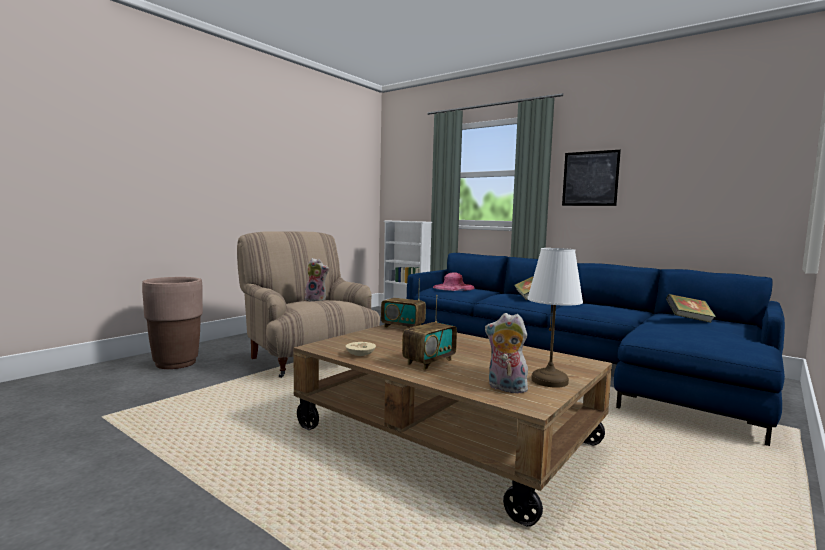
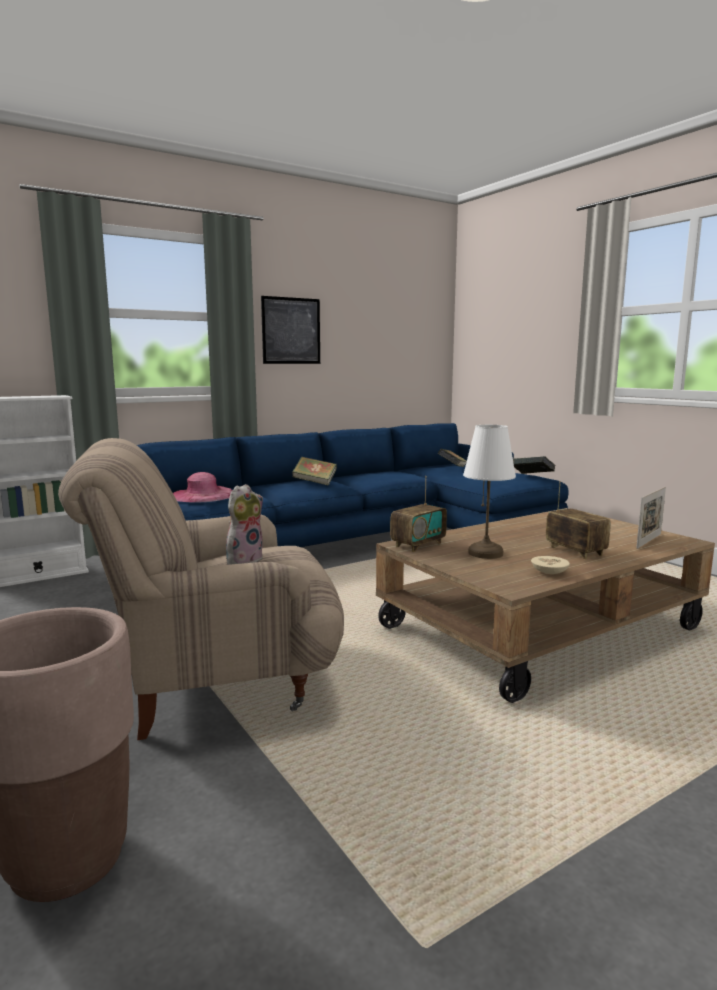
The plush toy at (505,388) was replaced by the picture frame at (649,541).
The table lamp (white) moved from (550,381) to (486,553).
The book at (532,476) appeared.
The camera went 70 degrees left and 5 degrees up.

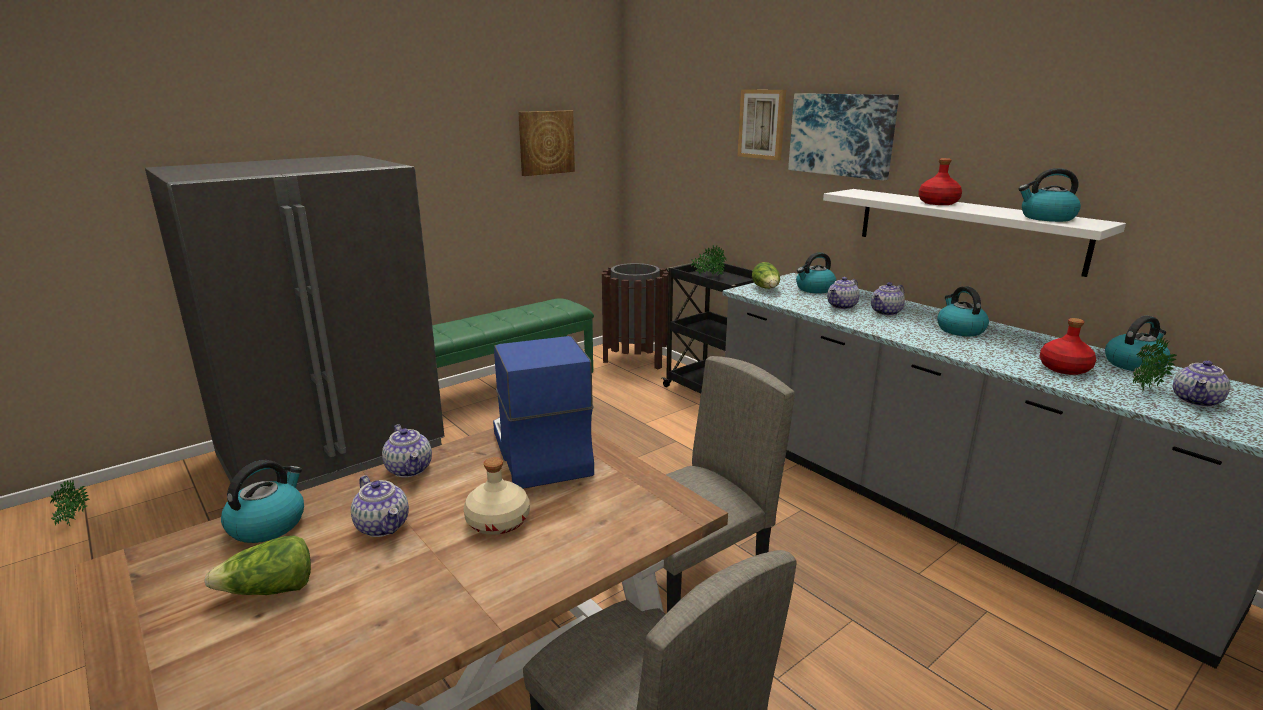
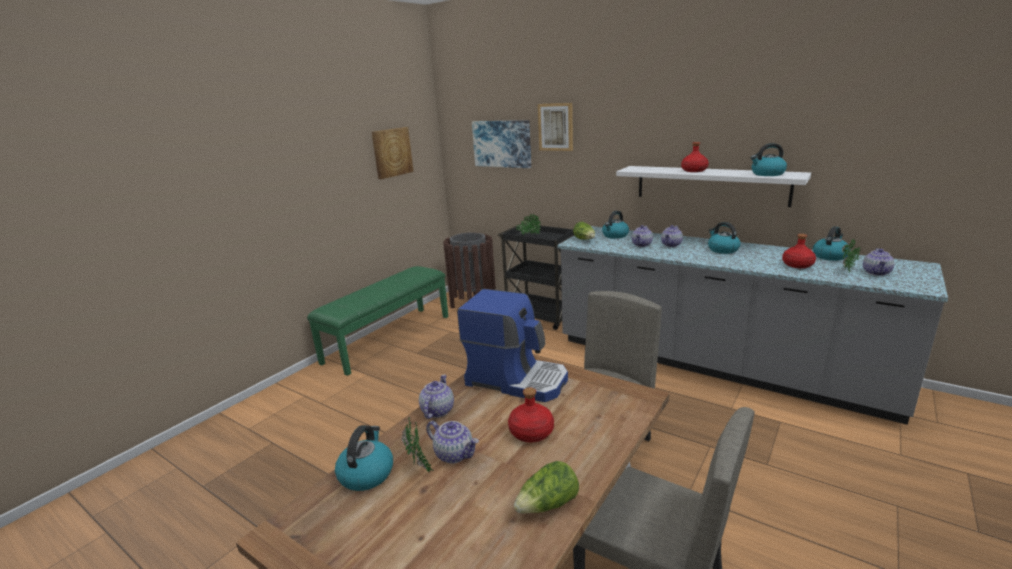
The potted plant moved from (72,521) to (419,467).
The fridge (grey) at (332,453) disappeared.
The lettuce moved from (269,591) to (548,505).
The teapot at (410,469) turned 120 degrees counterclockwise.
The bottle (beige) at (498,522) became the bottle (red) at (532,432).
The coffee machine at (538,452) turned 150 degrees clockwise.
The picture moved from (842,134) to (502,143).
The camera went 15 degrees left and 0 degrees up.

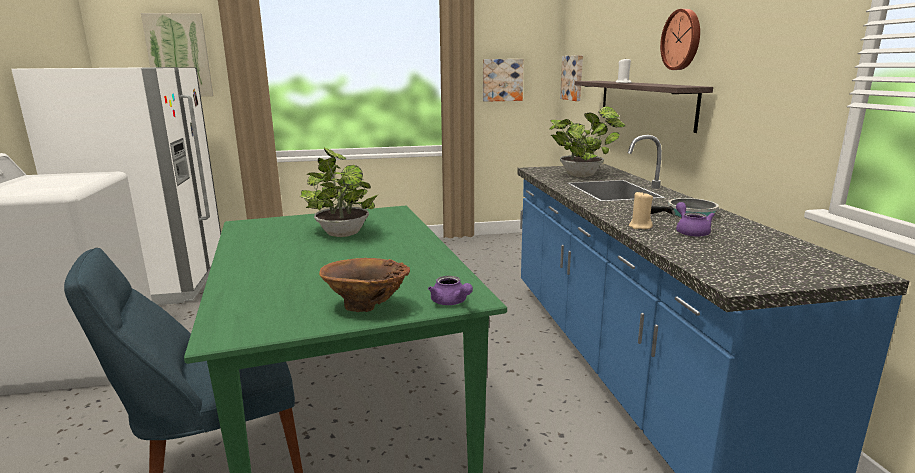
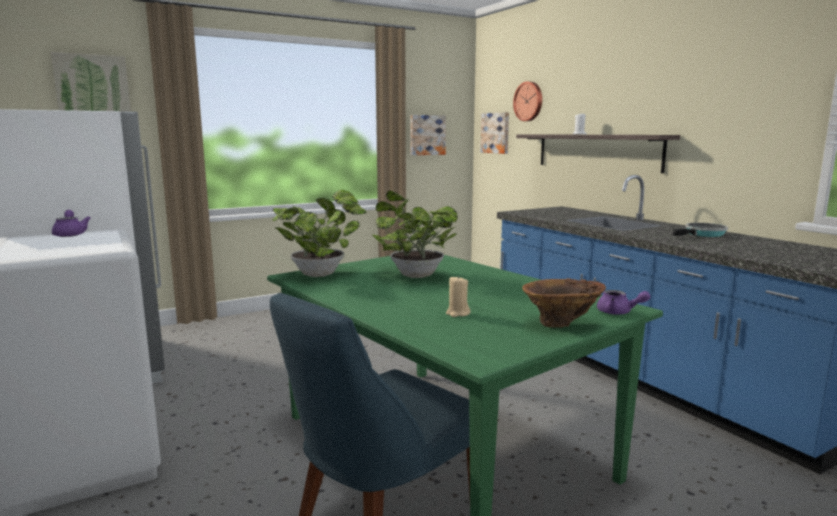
The potted plant moved from (583,175) to (322,273).
The candle (beige) moved from (640,226) to (457,313).
The wall clock moved from (682,40) to (529,101).
The teapot (purple) moved from (690,232) to (70,234).
The camera went 20 degrees left and 5 degrees down.

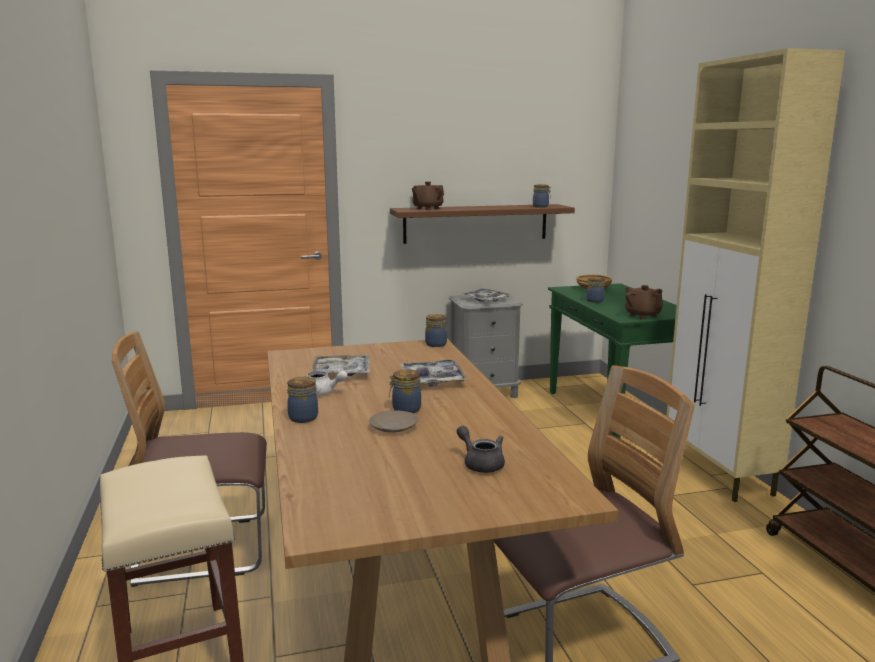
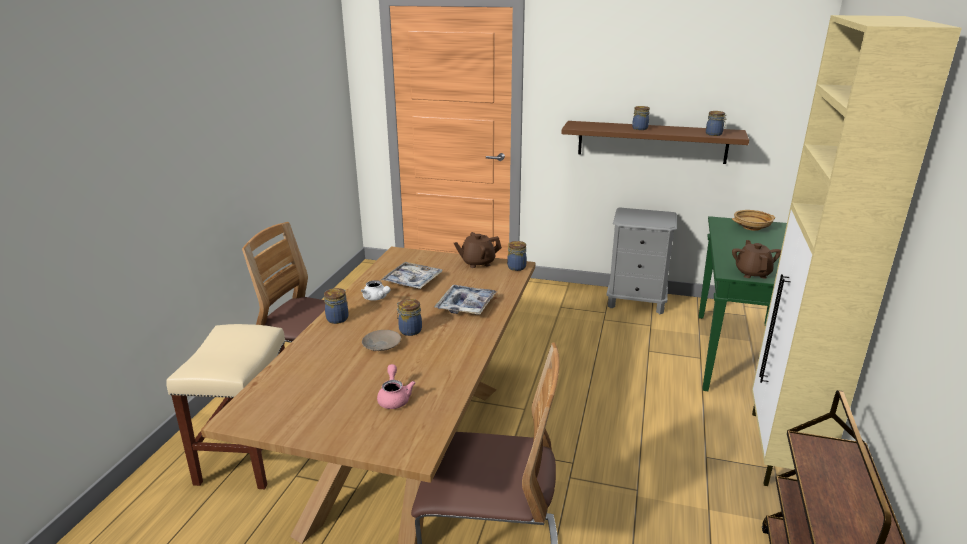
The teapot (brown) moved from (427,209) to (477,262).
The teapot (grey) at (481,463) became the teapot (pink) at (394,398).
The tray at (485,300) disappeared.
The jar moved from (594,300) to (640,128).
The camera went 30 degrees right and 10 degrees up.

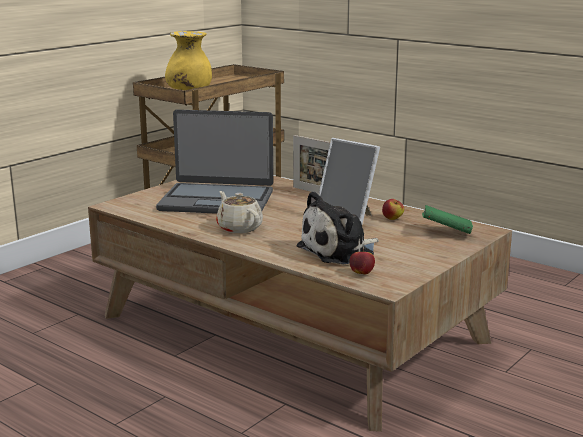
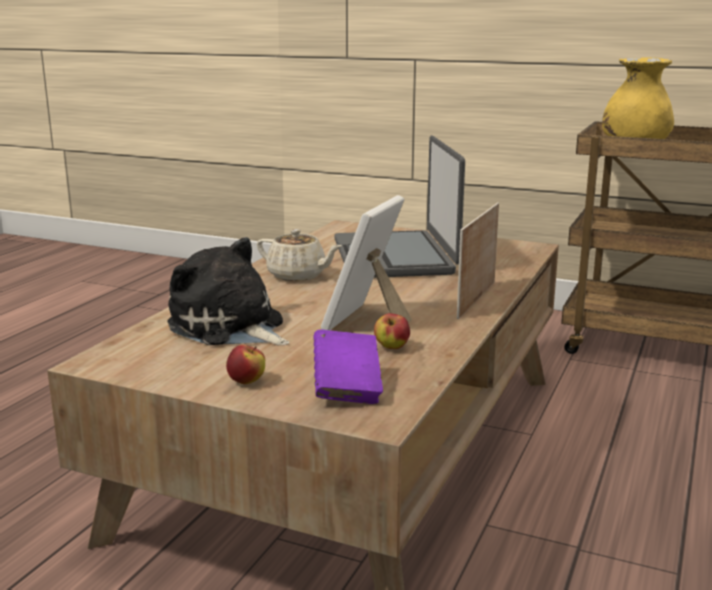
The teapot (beige) at (239,228) turned 75 degrees clockwise.
The apple moved from (361,273) to (247,381).
The book (green) at (446,232) became the book (purple) at (347,388).
The camera went 75 degrees right and 0 degrees up.

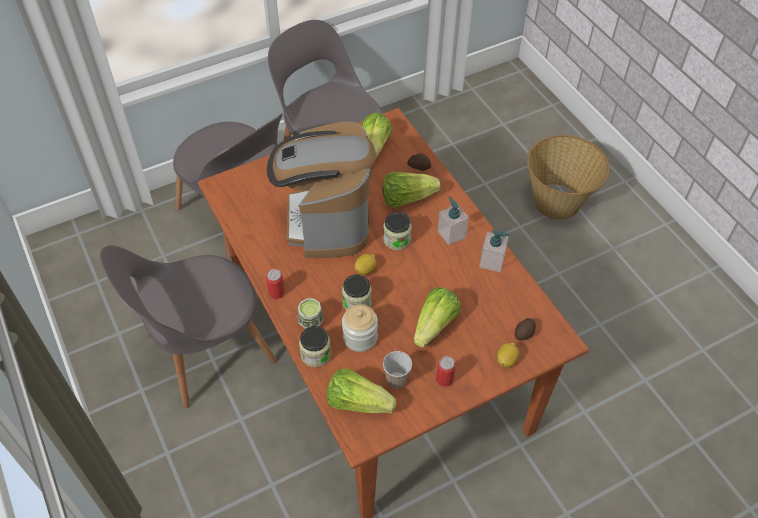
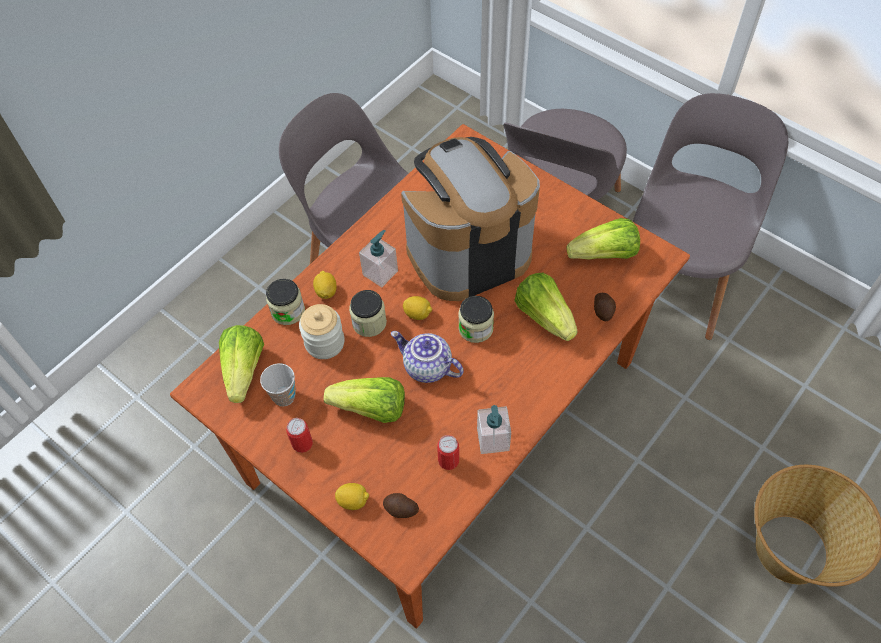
The can moved from (276,292) to (448,460).
The cup at (311,322) was replaced by the lemon at (326,291).
The soap dispenser moved from (451,234) to (380,273).
The teapot at (426,368) appeared.
The camera went 70 degrees right and 5 degrees up.

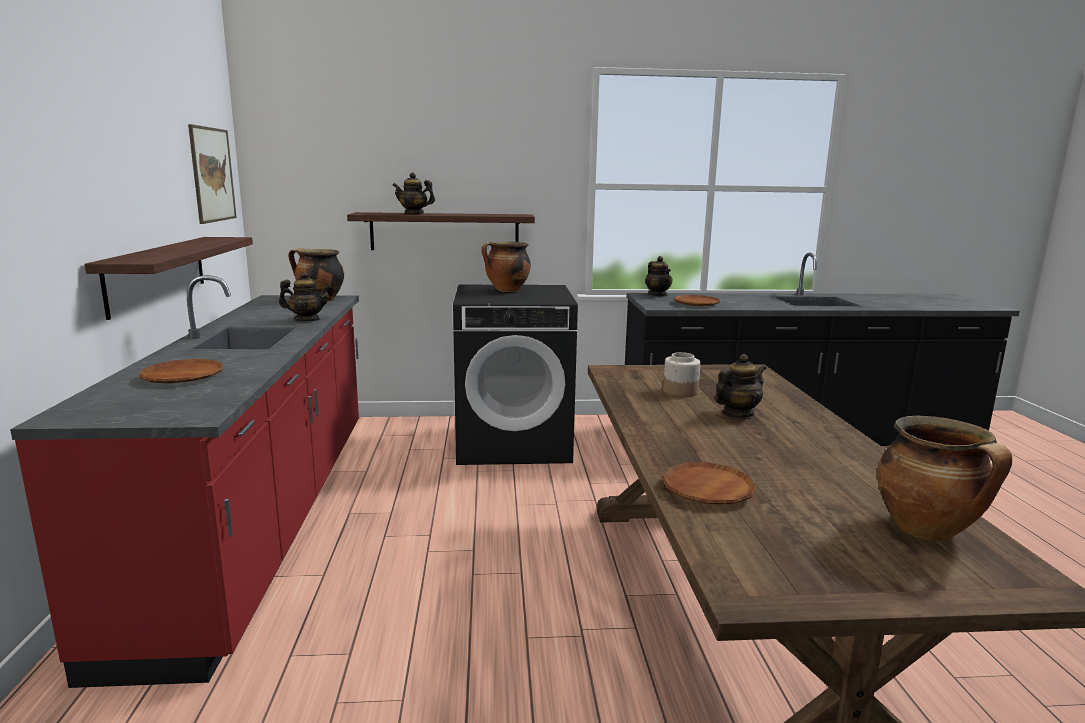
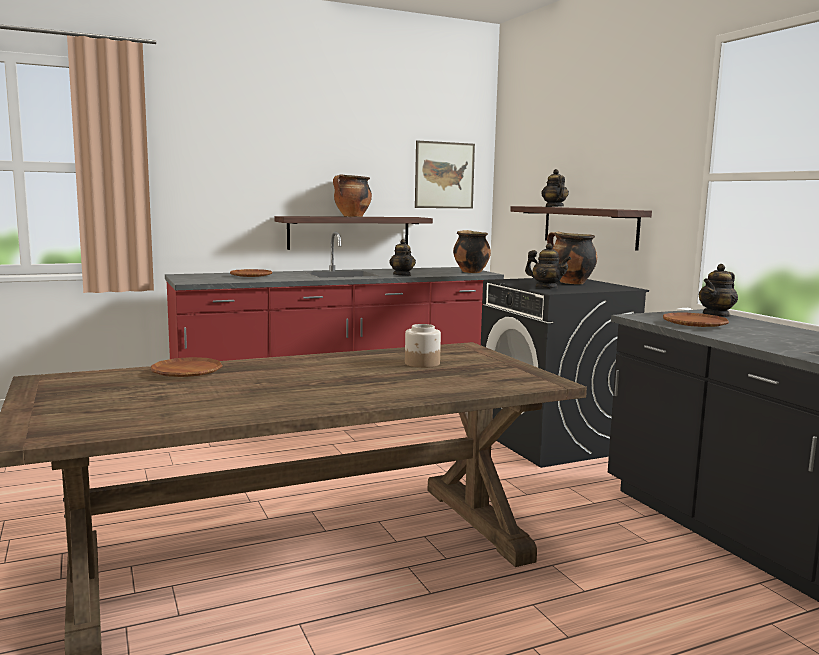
The teapot moved from (737,414) to (546,288).
The cooking pot moved from (928,530) to (352,216).
The camera went 70 degrees right and 5 degrees down.

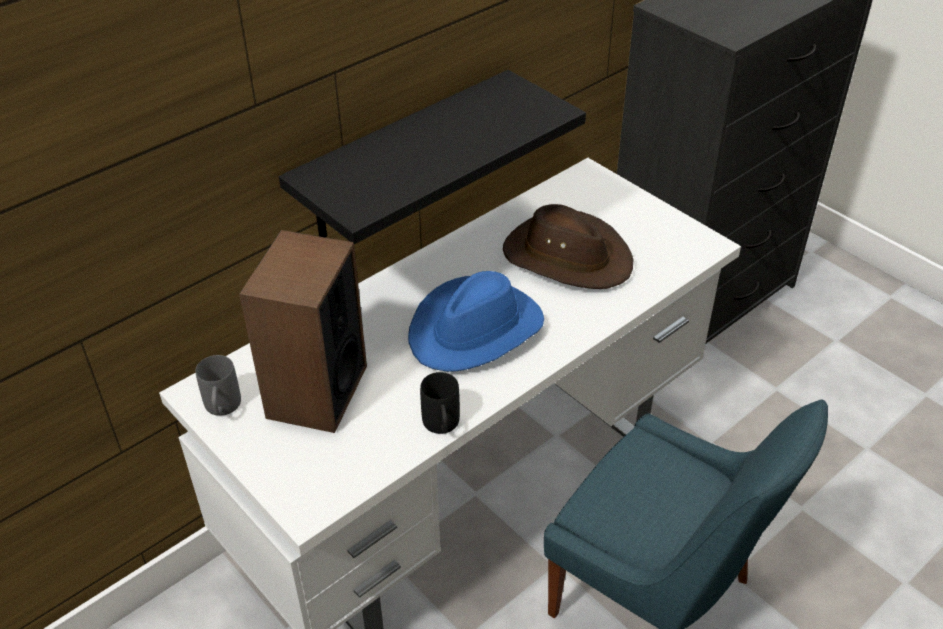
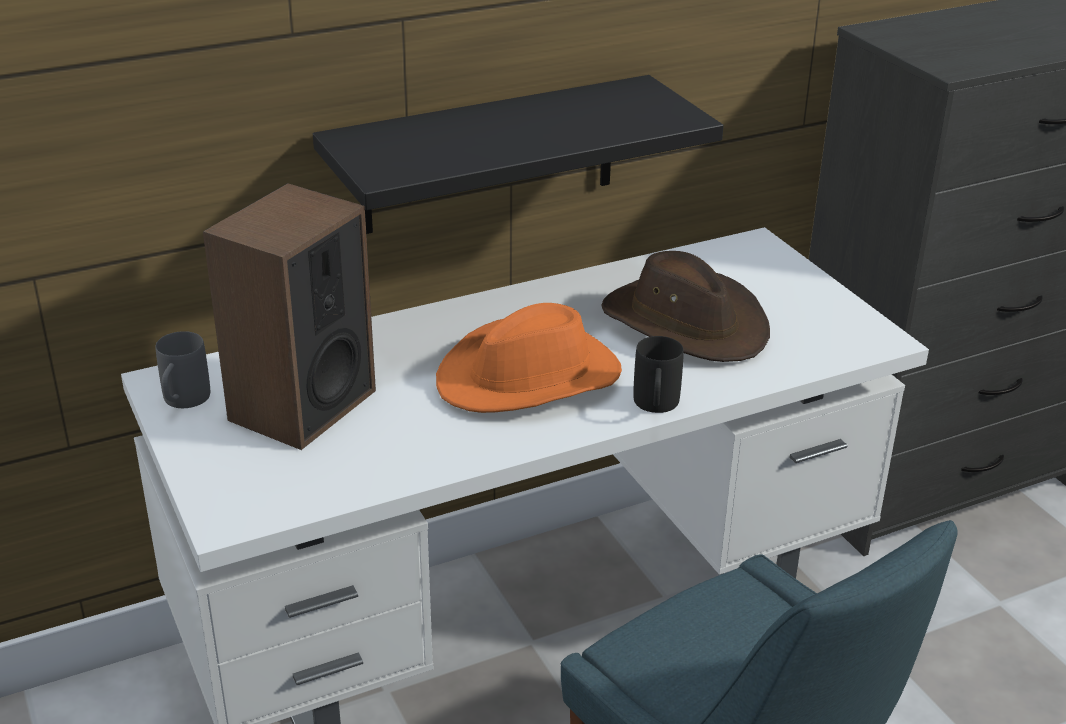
The hat (blue) at (476,329) became the hat (orange) at (530,377).
The mug (black) moved from (442,427) to (655,407).
The camera went 15 degrees right and 10 degrees down.

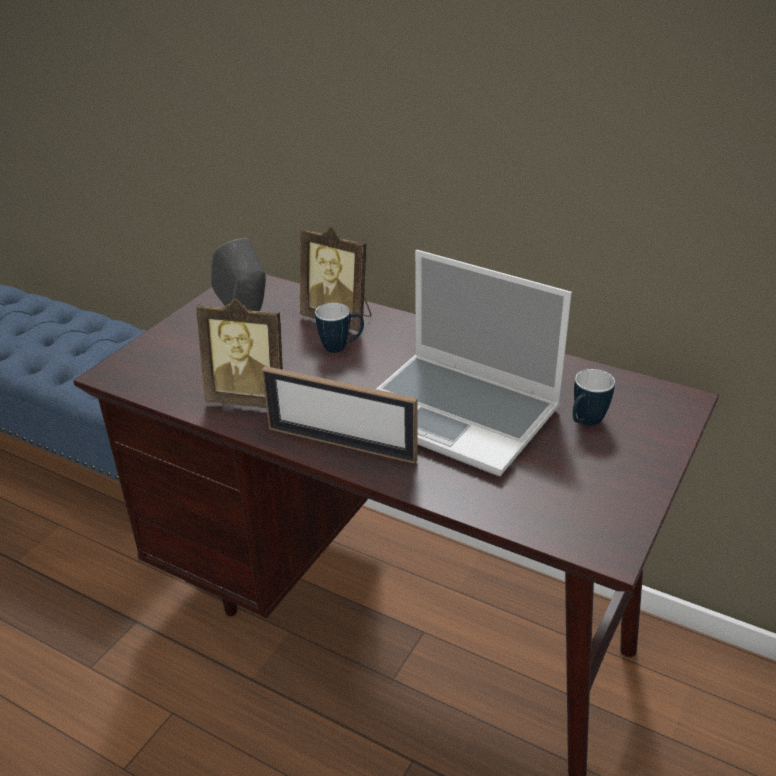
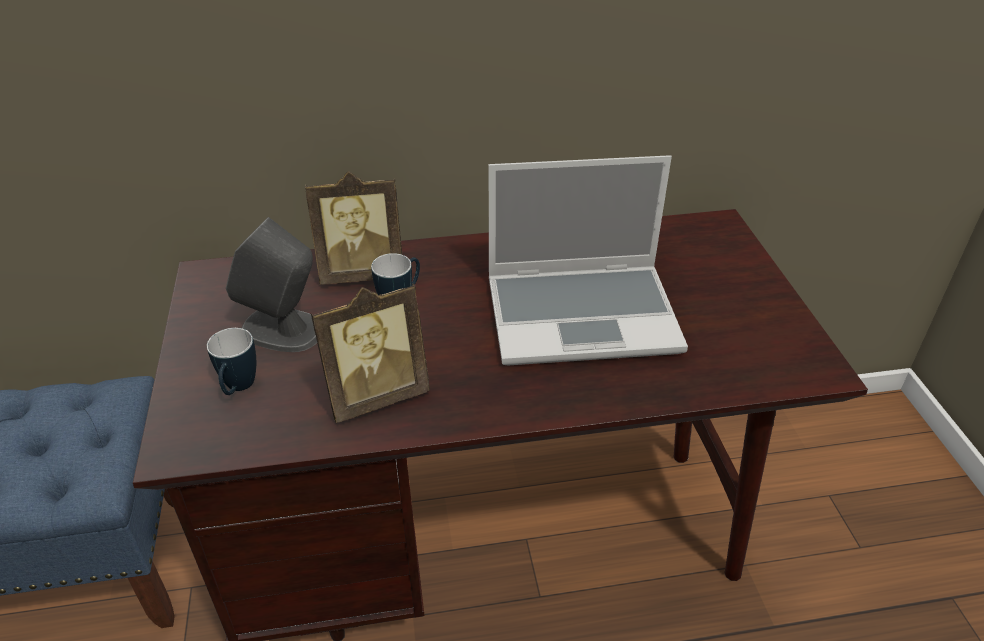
The picture frame at (341,444) disappeared.
The mug moved from (585,423) to (238,389).
The camera went 40 degrees left and 5 degrees up.

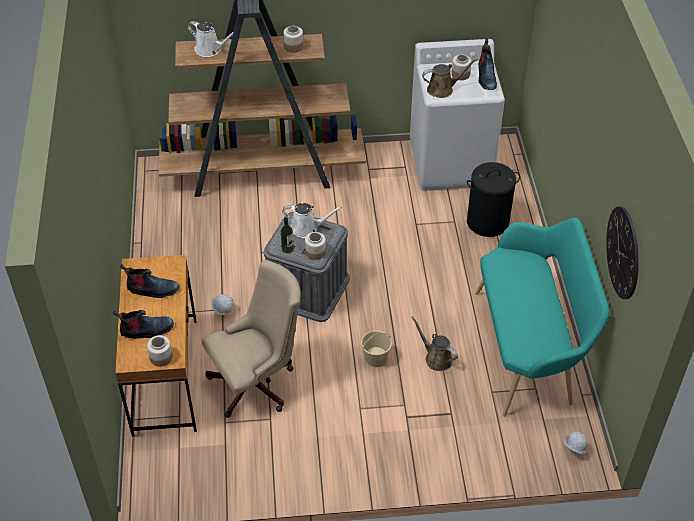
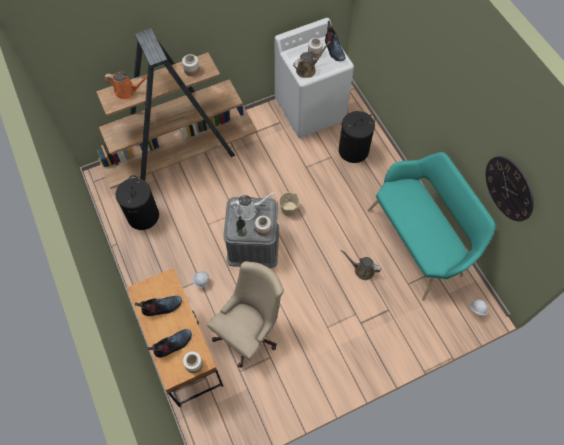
The watering can (white) at (210,49) became the watering can (orange) at (127,91).
The bucket (beige) moved from (375,358) to (289,209).
The laundry basket (black) at (143,215) appeared.
The camera went 20 degrees left and 15 degrees up.

